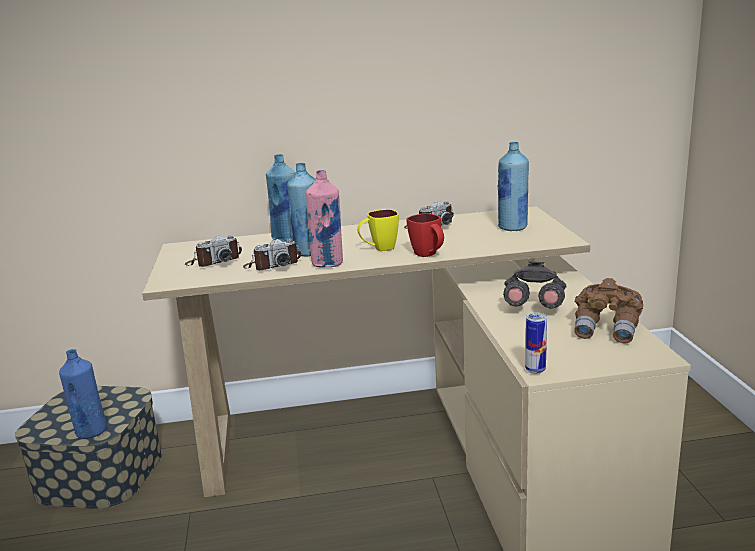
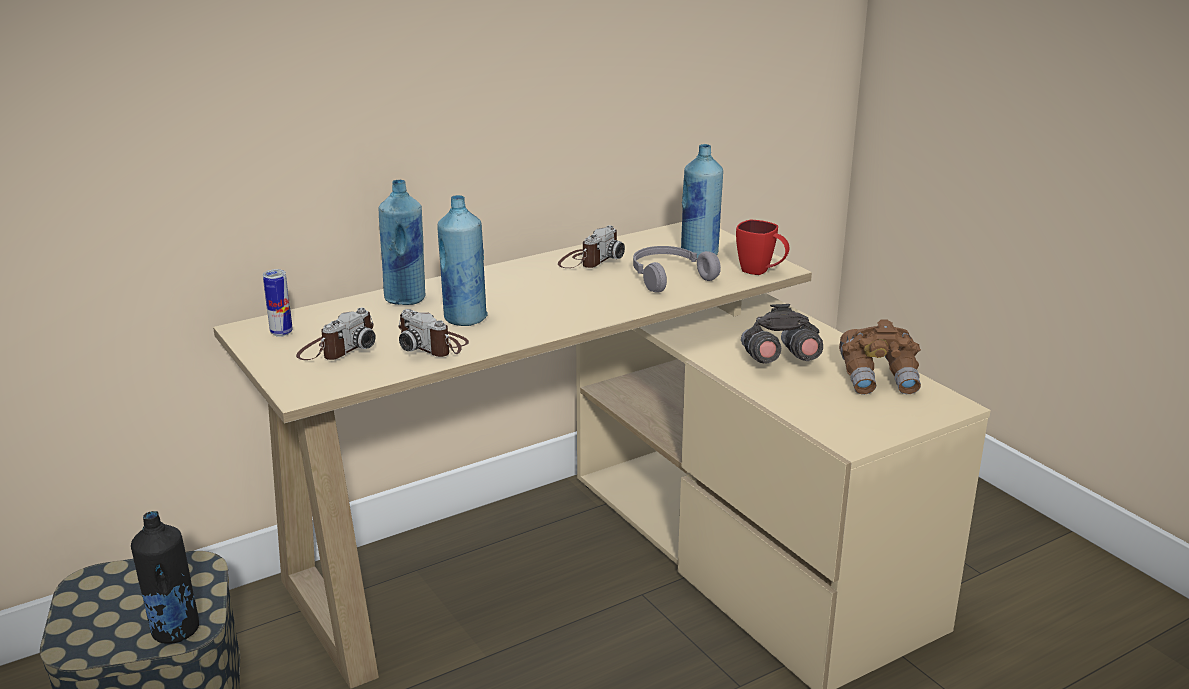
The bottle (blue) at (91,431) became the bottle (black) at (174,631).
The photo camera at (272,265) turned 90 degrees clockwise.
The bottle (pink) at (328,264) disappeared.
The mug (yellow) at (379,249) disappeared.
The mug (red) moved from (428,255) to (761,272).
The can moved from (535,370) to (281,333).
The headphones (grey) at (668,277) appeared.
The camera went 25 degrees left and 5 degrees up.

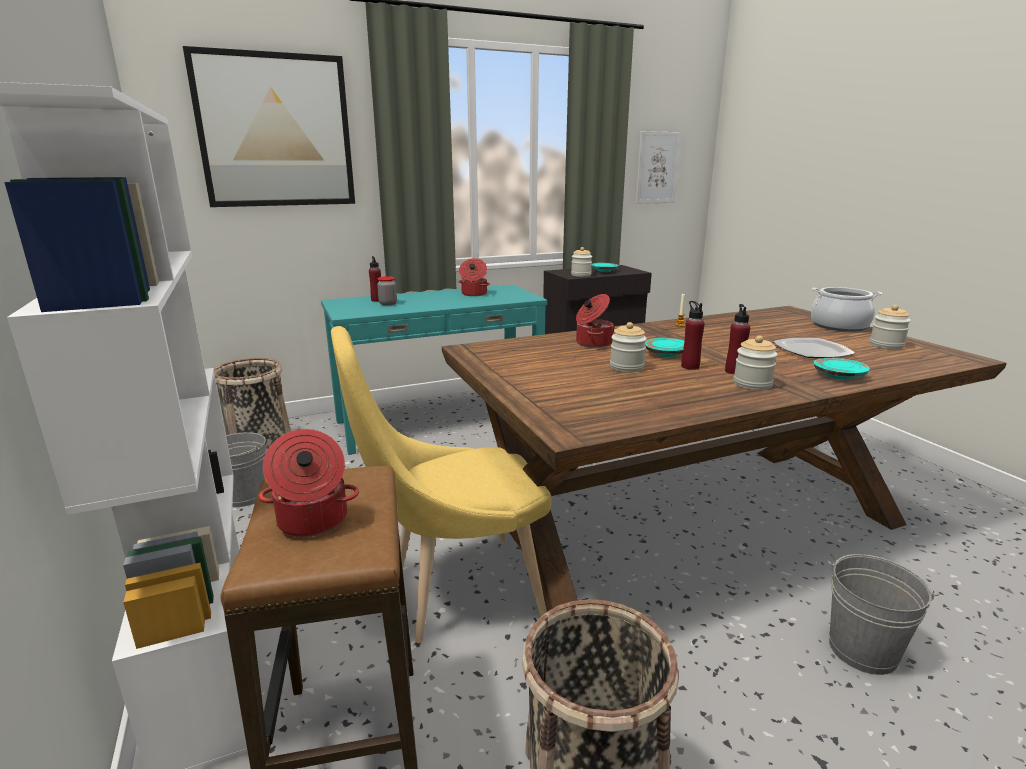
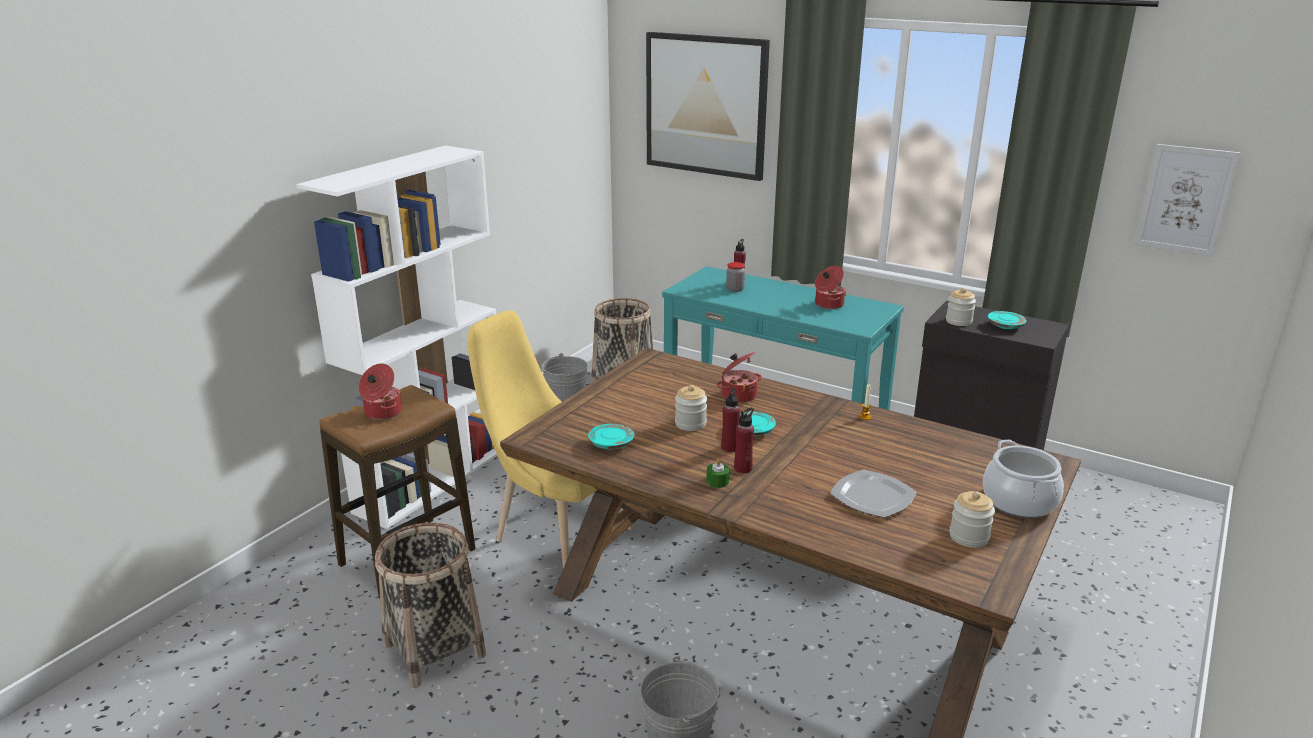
The jar at (752,384) was replaced by the candle (green) at (717,481).
The plate (turquoise) moved from (838,376) to (611,443).
The camera went 55 degrees right and 5 degrees up.

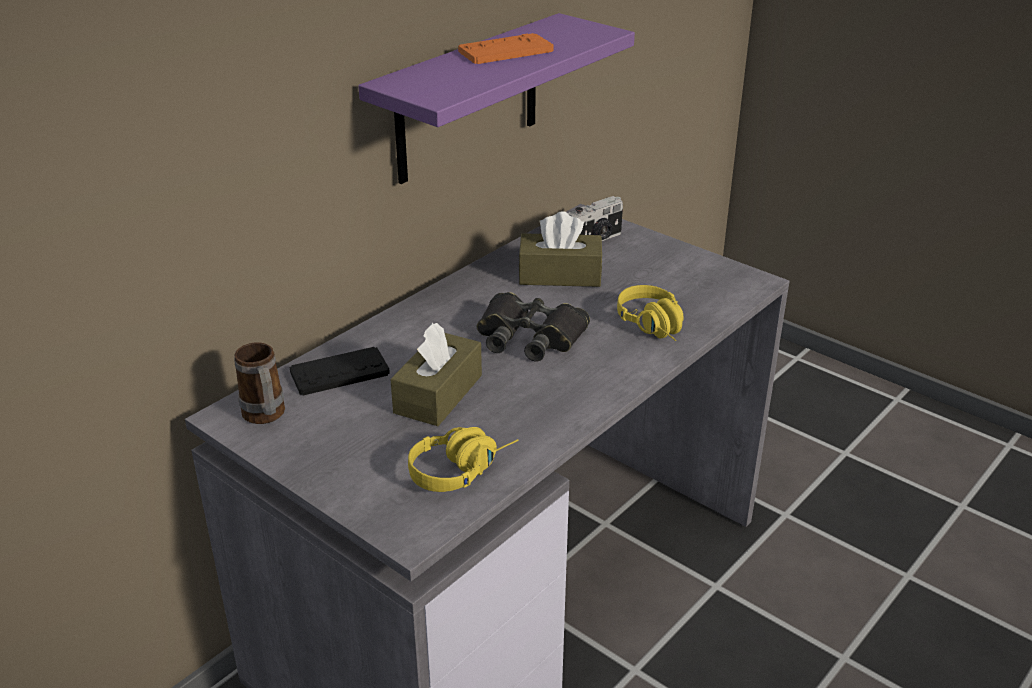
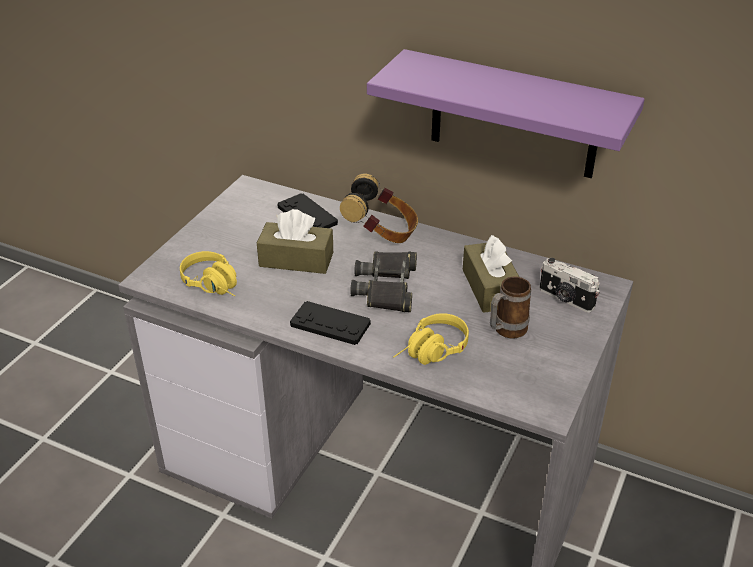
The mug moved from (265,417) to (505,331).
The game controller (orange) at (506,51) disappeared.
The game controller (black) at (330,324) appeared.
The headphones at (381,233) appeared.
The camera went 75 degrees right and 5 degrees up.

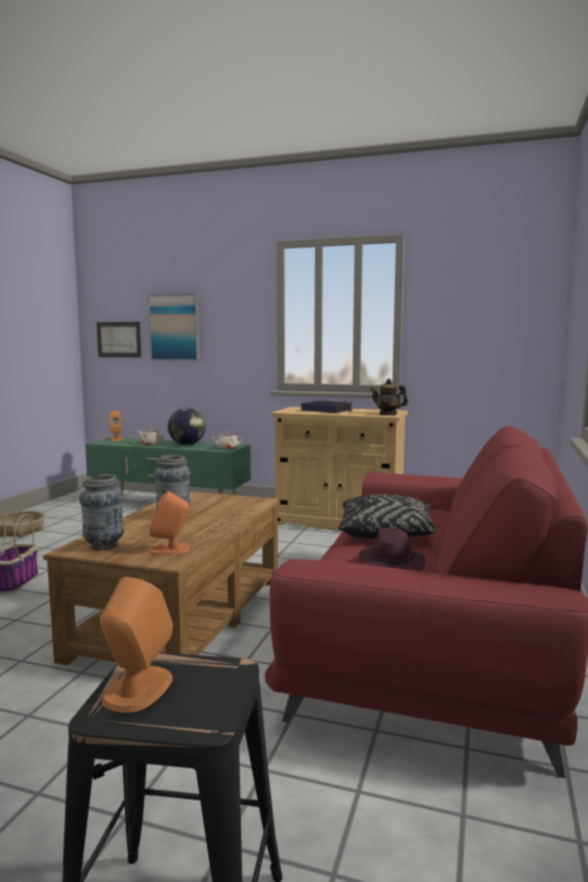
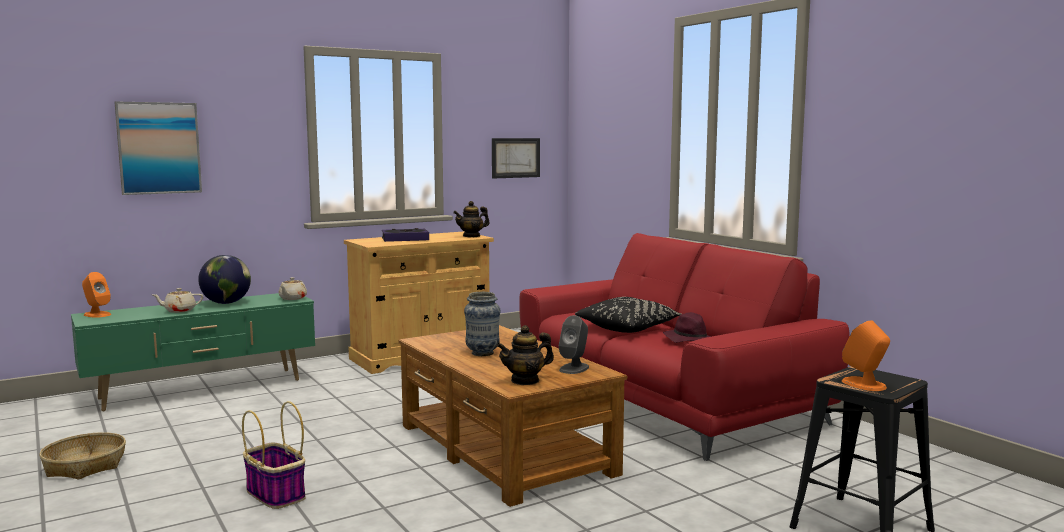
The vase at (104,546) was replaced by the teapot at (525,381).
The picture moved from (119,339) to (515,158).
The speaker (orange) at (169,550) became the speaker (grey) at (574,368).
The camera went 50 degrees left and 0 degrees up.

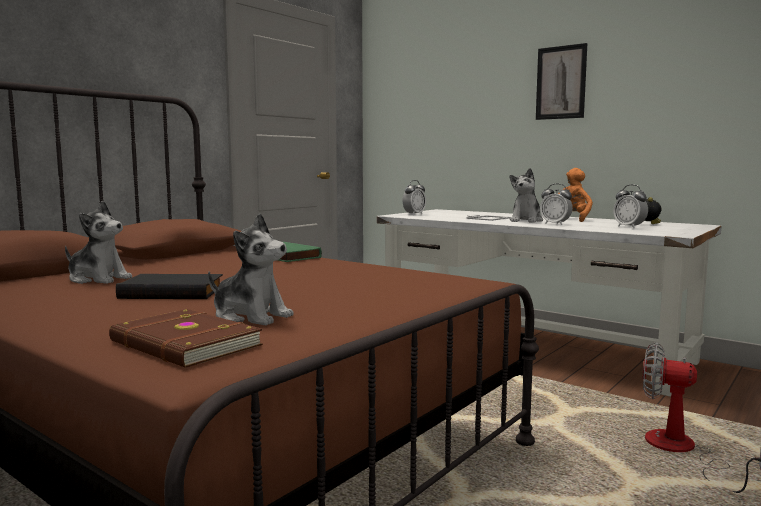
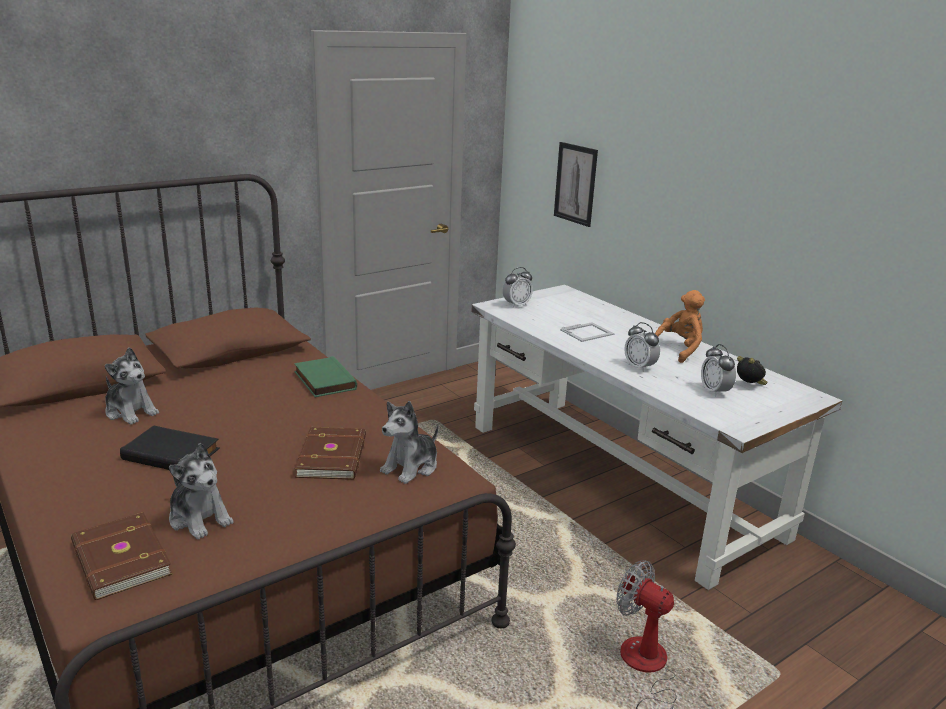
The plush toy moved from (526,220) to (411,467).
The picture moved from (561,82) to (575,184).
The book (brown) at (334,456) appeared.
The camera went 15 degrees right and 15 degrees up.

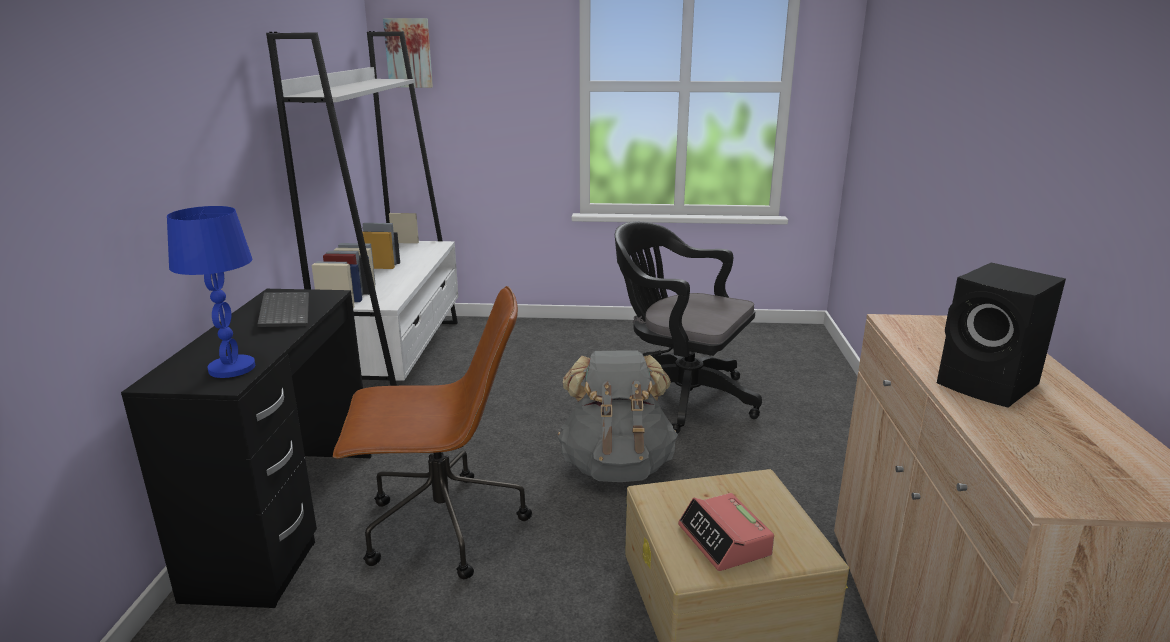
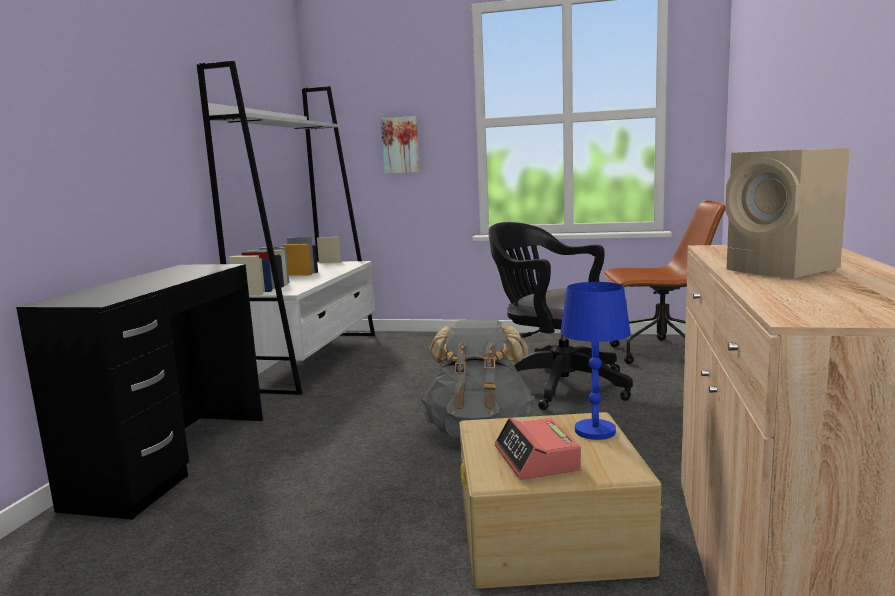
The table lamp (blue) moved from (232,368) to (595,431).
The keyboard at (283,311) disappeared.
The office chair (brown) moved from (441,527) to (659,353).
The picture moved from (409,53) to (401,145).
The speaker (black) at (990,386) became the speaker (beige) at (784,270).
The camera went 10 degrees right and 10 degrees down.

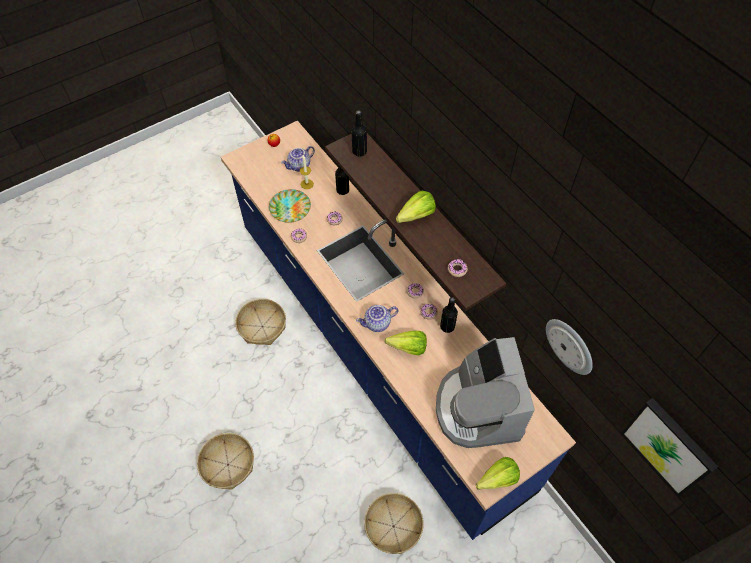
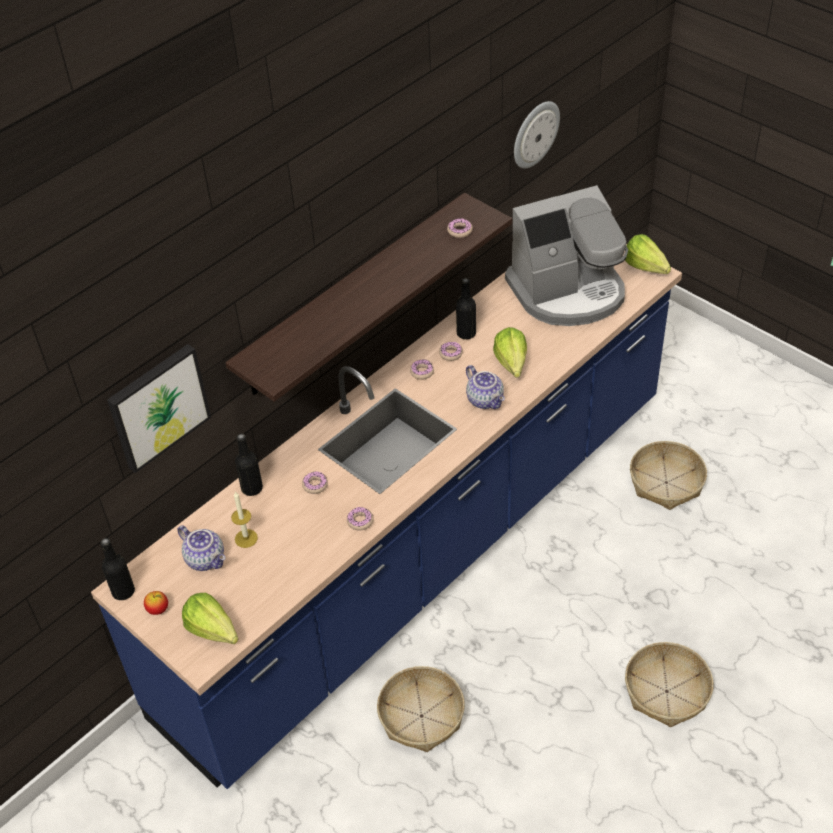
The plate at (289,208) disappeared.
The bottle (black) moved from (359,151) to (123,591).
The lettuce moved from (413,217) to (215,634).
The picture moved from (669,446) to (158,406).
The camera went 100 degrees left and 10 degrees down.

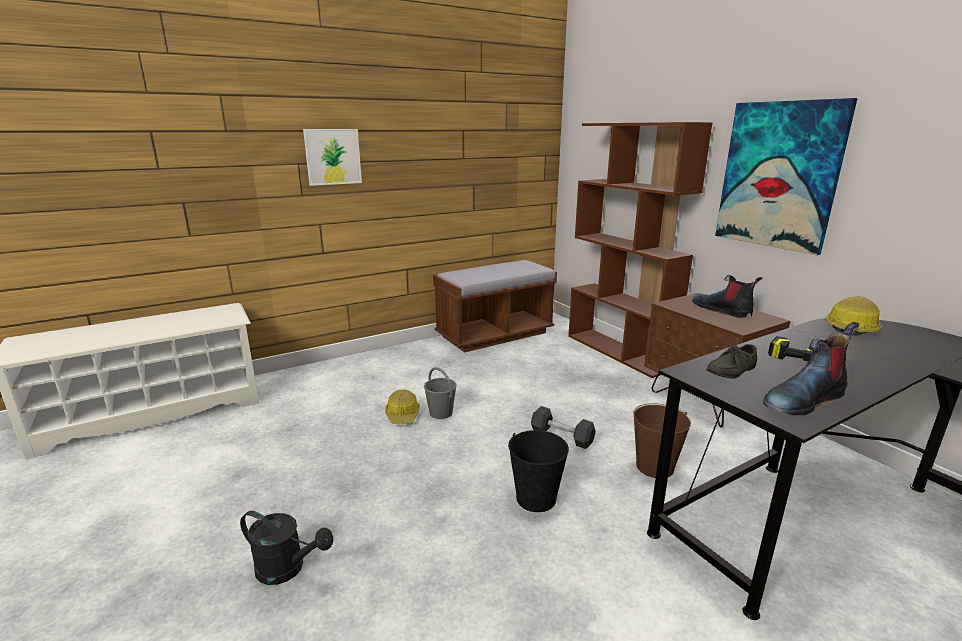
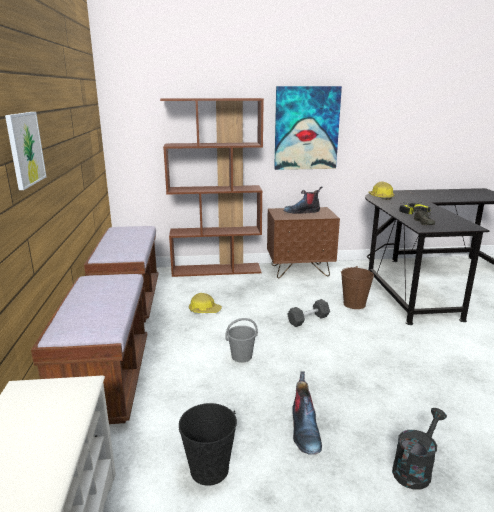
The hard hat moved from (403,415) to (204,310).
The bucket (black) moved from (536,498) to (209,469).
The boot moved from (803,400) to (304,430).
The bench (brown) at (105,381) appeared.
The camera went 65 degrees left and 0 degrees up.

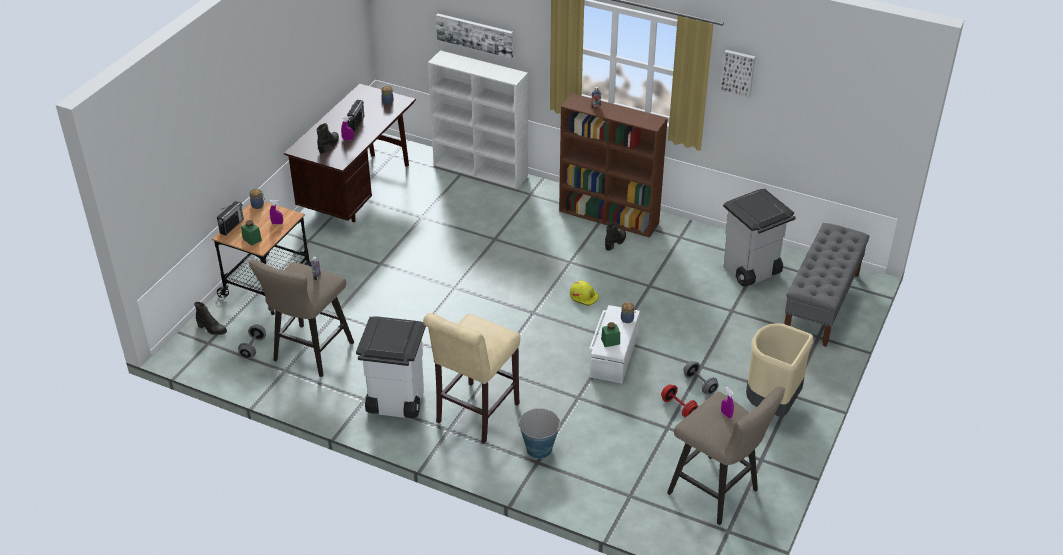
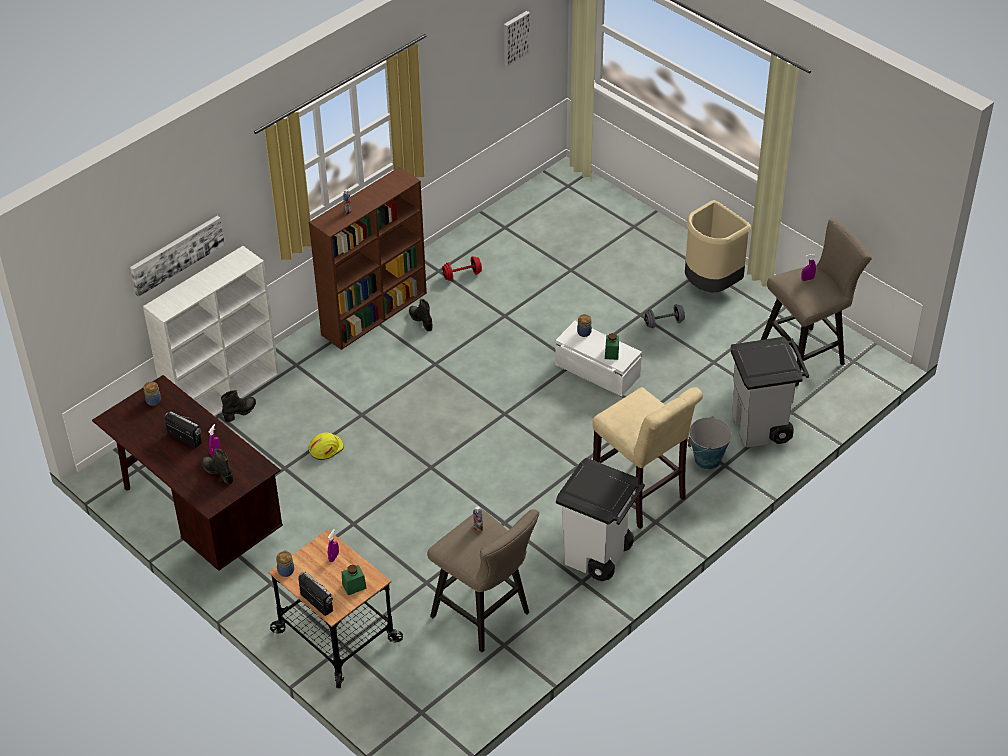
The boot (black) moved from (212,329) to (240,412).
The dumbbell (grey) at (253,348) disappeared.
The hard hat (yellow) moved from (584,296) to (326,448).
The dumbbell (red) moved from (678,407) to (462,275).
The picture moved from (738,73) to (515,37).
The trash can (grey) moved from (751,272) to (761,427).
The bench (grey) at (821,303) disappeared.
The camera went 70 degrees left and 5 degrees up.

